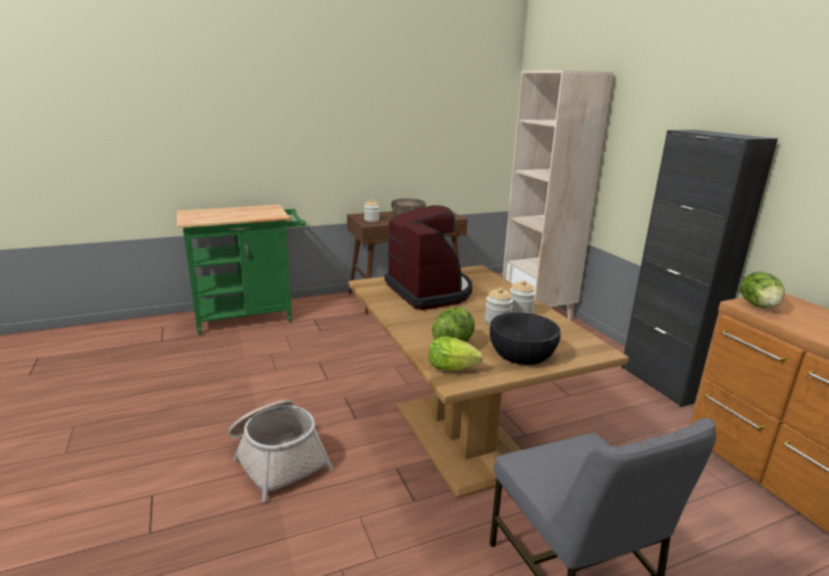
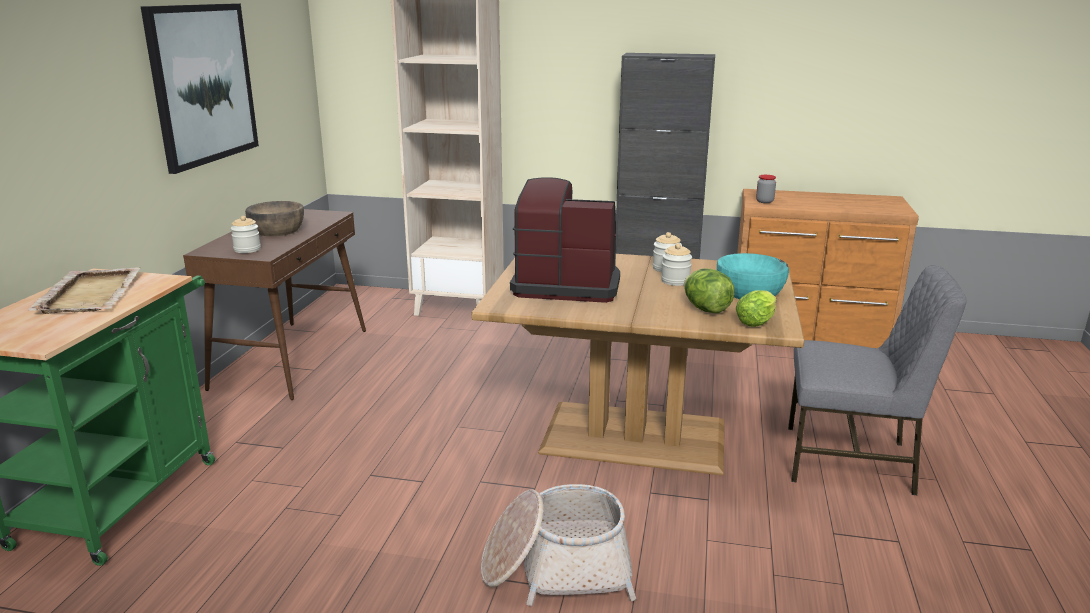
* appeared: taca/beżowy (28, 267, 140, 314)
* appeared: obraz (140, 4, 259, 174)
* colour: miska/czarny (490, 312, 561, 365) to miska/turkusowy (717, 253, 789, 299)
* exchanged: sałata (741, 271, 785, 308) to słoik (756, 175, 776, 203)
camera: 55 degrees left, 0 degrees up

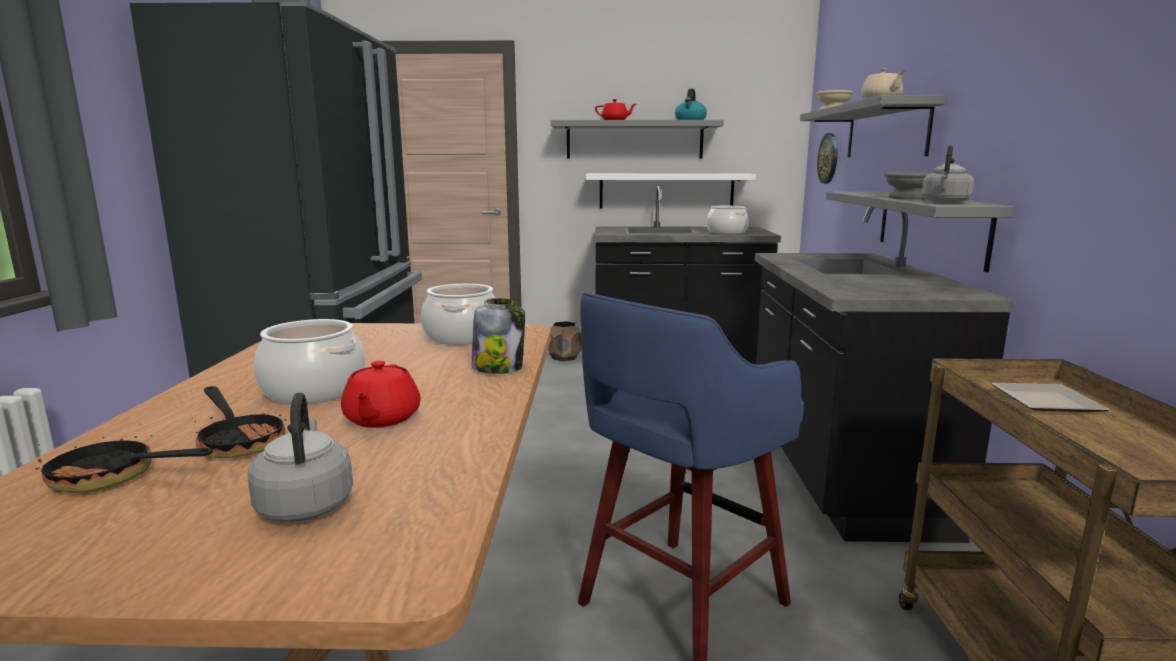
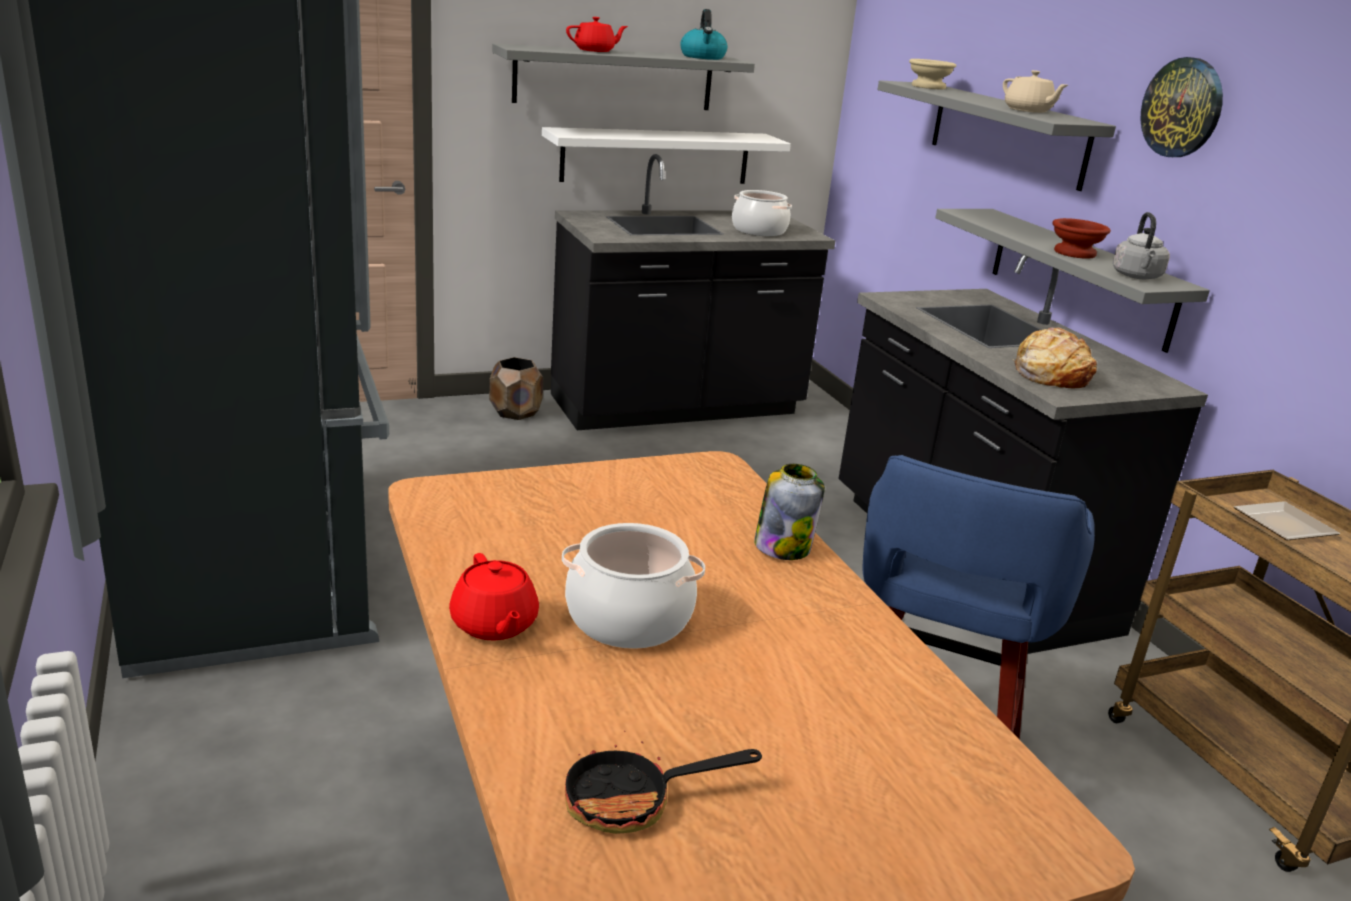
* relocated: imbryk/czerwony (341, 360, 421, 428) to (449, 553, 539, 641)
* appeared: chleb (1012, 328, 1097, 388)
* colour: miska/szary (884, 173, 932, 199) to miska/brązowy (1052, 218, 1111, 259)
* relocated: zegar ścienny (817, 133, 838, 184) to (1141, 57, 1223, 157)
* missing: patelnia (192, 386, 287, 458)
* missing: czajnik/szary (248, 392, 353, 522)
* missing: garnek (421, 284, 495, 345)
camera: 25 degrees left, 10 degrees up

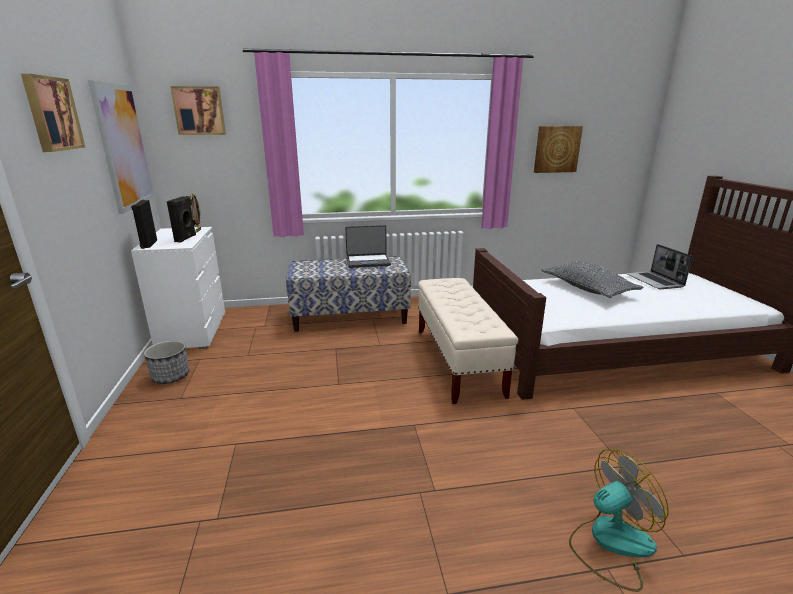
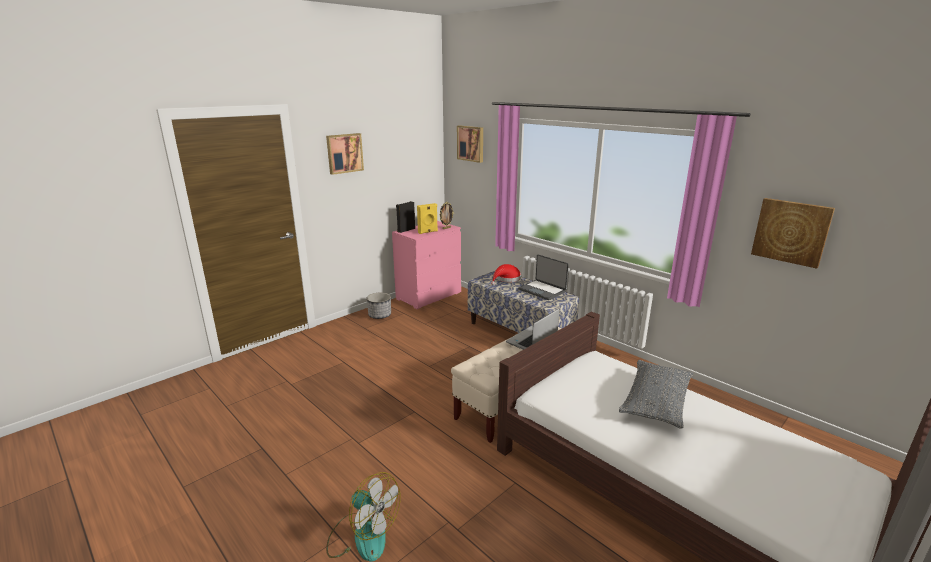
* colour: komoda/biały (131, 227, 225, 349) to komoda/różowy (392, 221, 461, 309)
* colour: głośnik/czarny (167, 196, 196, 243) to głośnik/żółty (417, 203, 438, 234)
* appeared: kapelusz/czerwony (491, 264, 521, 285)
* relocated: laptop (626, 244, 693, 289) to (506, 308, 559, 350)
* missing: obraz (88, 80, 155, 214)
camera: 55 degrees right, 0 degrees up

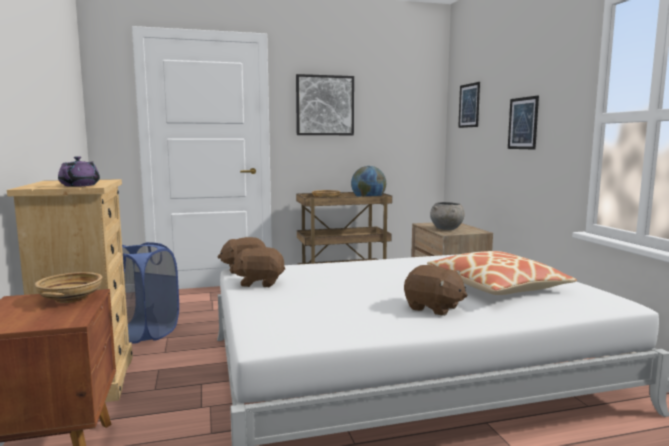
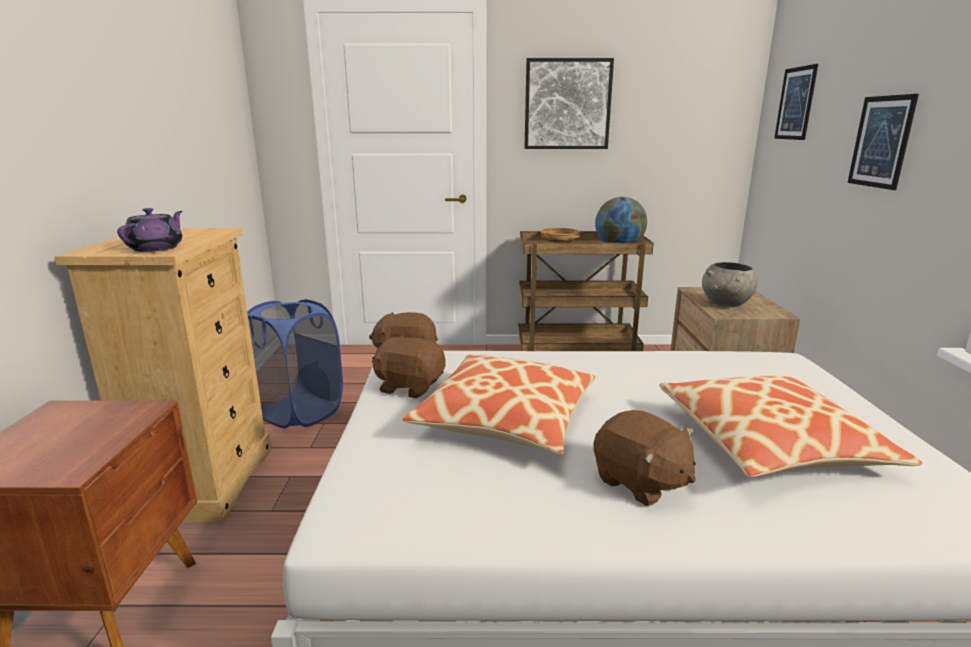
* appeared: poduszka (402, 355, 595, 455)
* missing: miska/beżowy (34, 272, 102, 303)
camera: 15 degrees right, 10 degrees up

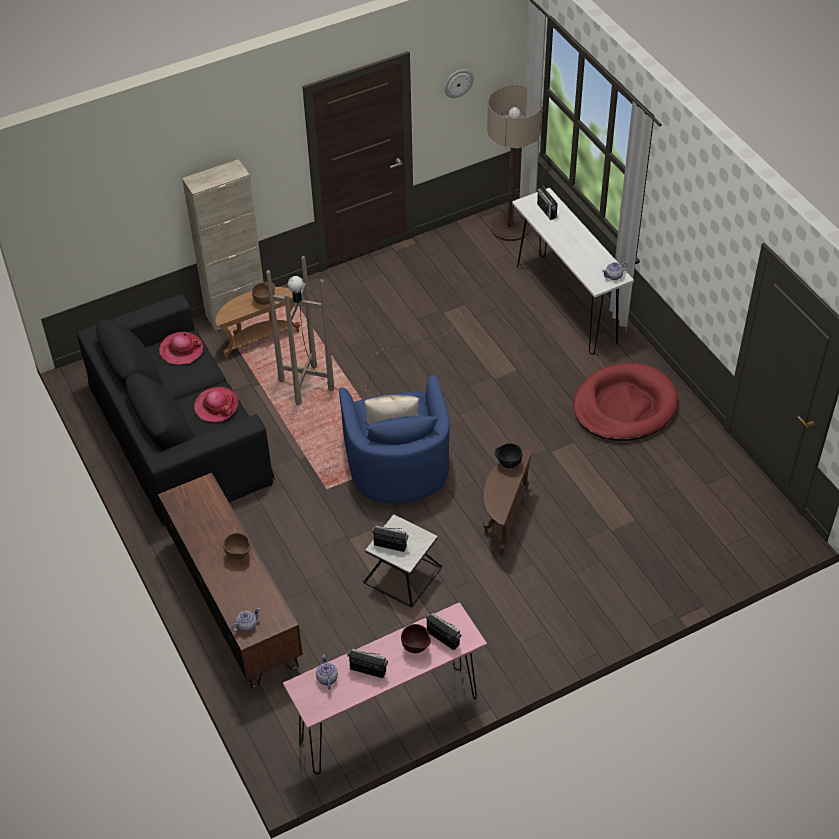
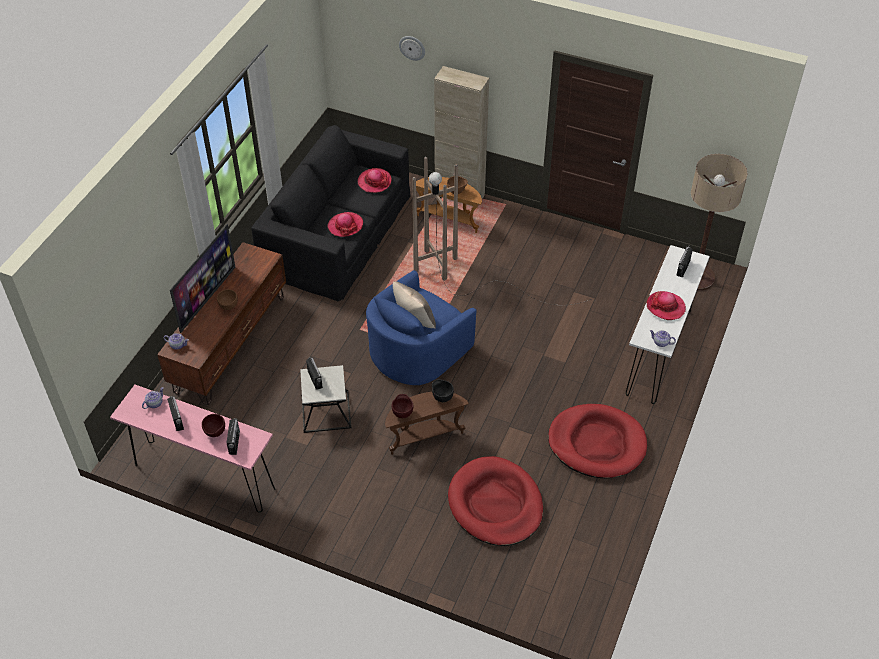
* appeared: telewizor (170, 224, 235, 333)
* appeared: miska/brązowy (392, 394, 413, 418)
* relocated: zegar ścienny (444, 69, 474, 98) to (399, 36, 425, 61)
* appeared: legowisko/czerwony (448, 456, 543, 546)
* appeared: kapelusz (647, 291, 686, 320)
camera: 50 degrees right, 0 degrees up

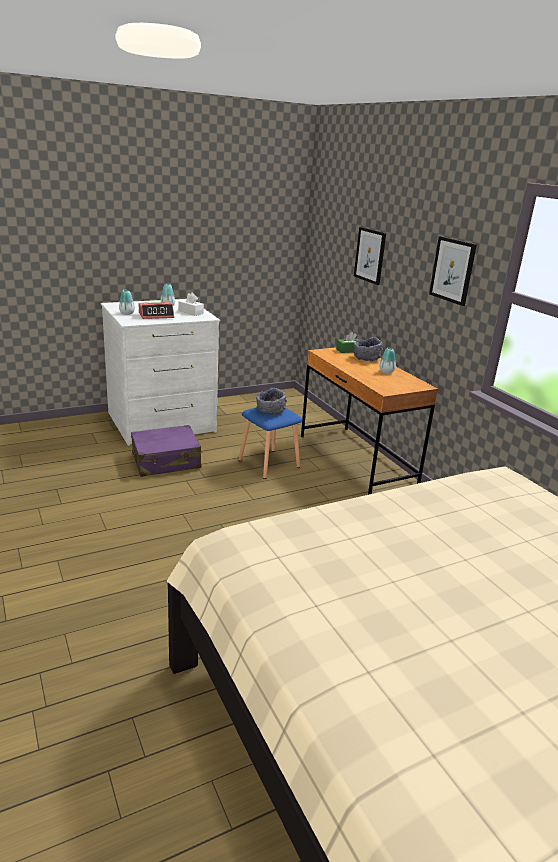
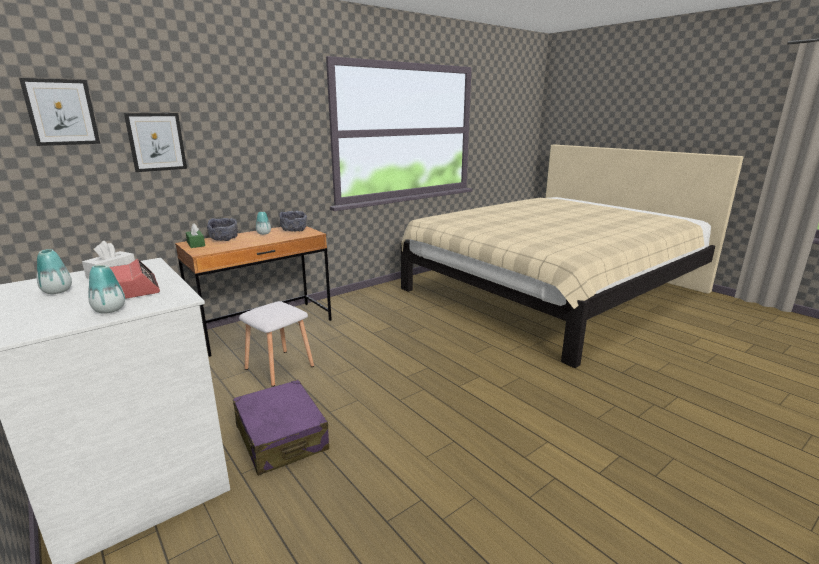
* relocated: obraz (429, 236, 477, 306) to (19, 78, 100, 146)
* colour: stołek/niebieski (238, 407, 303, 479) to stołek/biały (239, 301, 314, 387)
* relocated: miska/szary (256, 388, 287, 415) to (279, 211, 307, 232)
camera: 100 degrees left, 5 degrees down

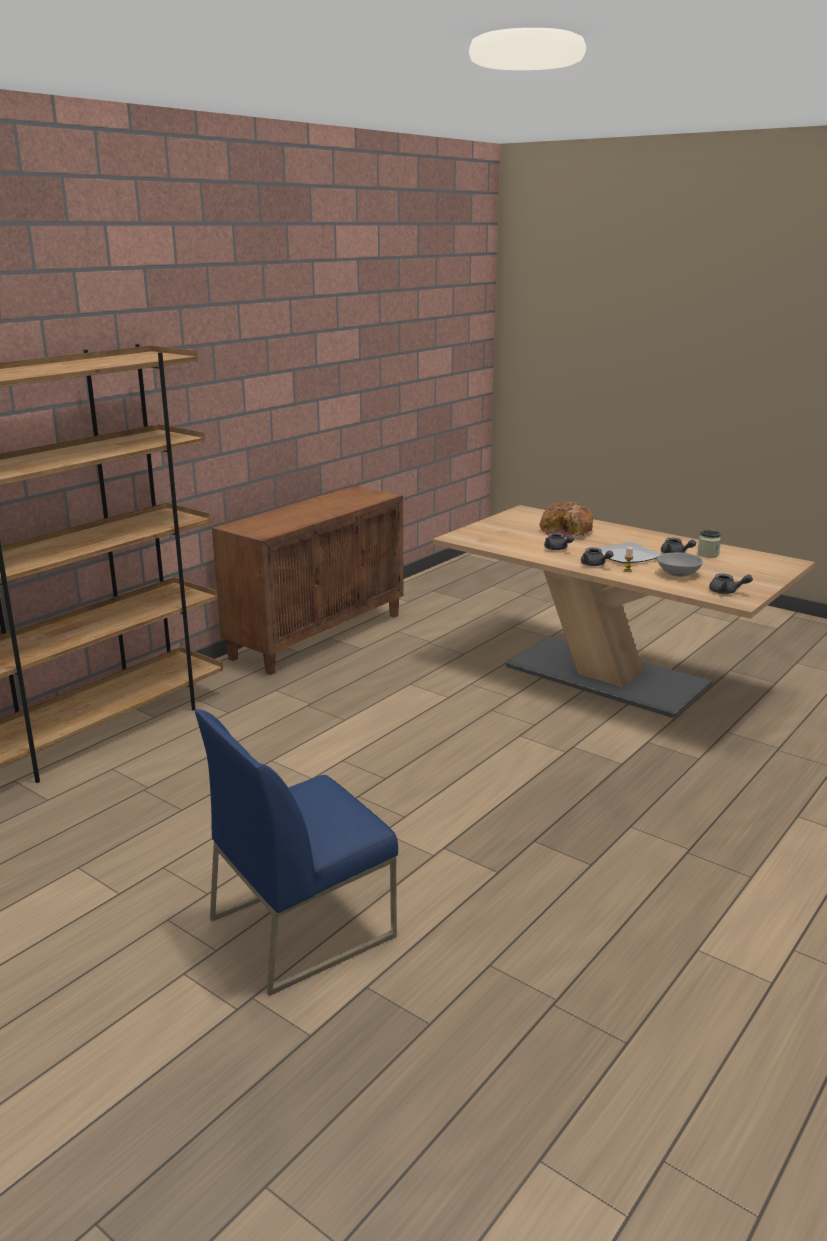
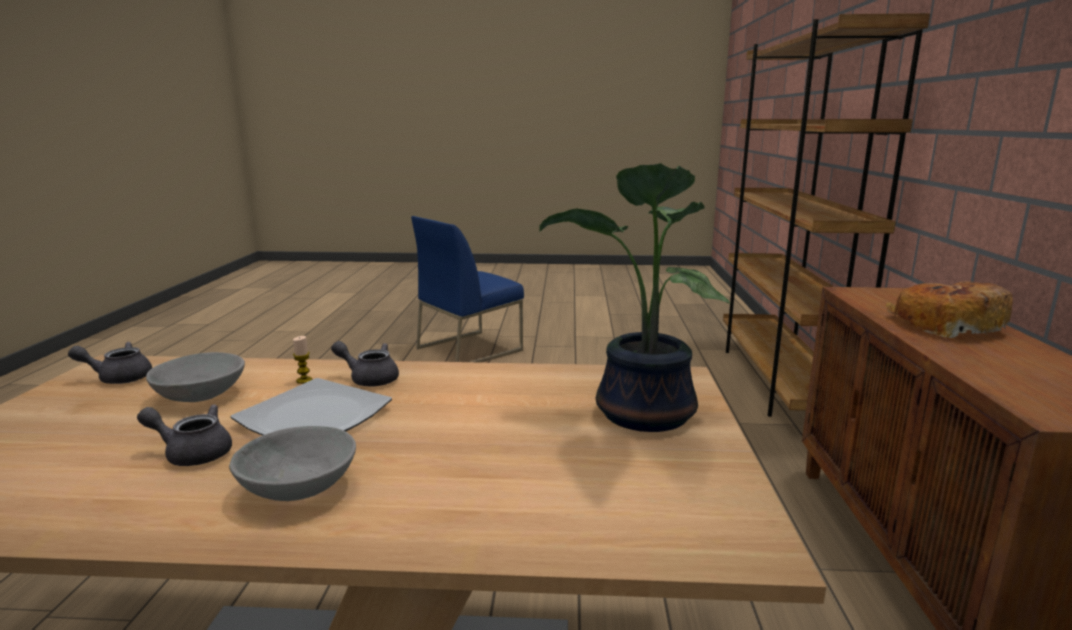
* appeared: miska/szary (229, 426, 356, 501)
* spun: krzesło/niebieski (195, 709, 398, 996) = (411, 216, 524, 363) 150 degrees counterclockwise
* appeared: roślina doniczkowa (539, 163, 730, 432)
* relocated: chleb (539, 502, 593, 538) to (886, 281, 1013, 338)
* missing: imbryk/szary (544, 533, 574, 550)
* missing: słoik (697, 530, 721, 557)
camera: 145 degrees right, 5 degrees down

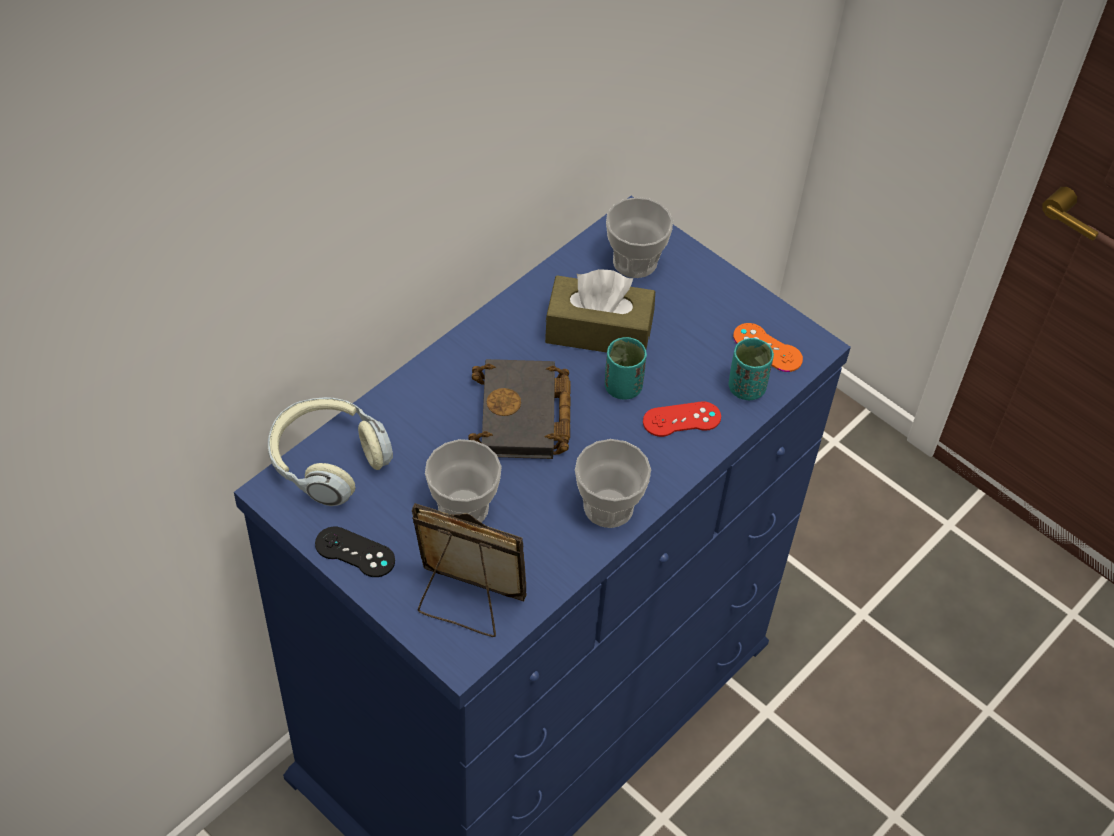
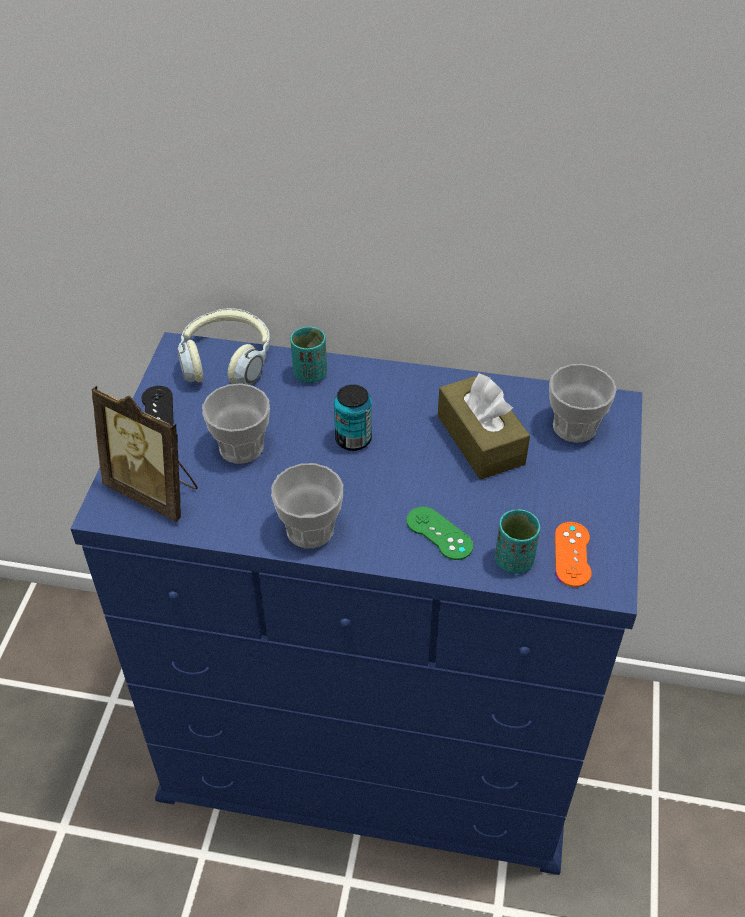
* spun: ramka na zdjęcie (412, 503, 527, 637) = (91, 386, 198, 522) 135 degrees clockwise
* relocated: filiżanka/turkusowy (605, 337, 647, 400) to (290, 327, 327, 383)
* exchanged: książka/czarny (468, 359, 571, 459) to puszka (334, 384, 372, 451)
* colour: pad do gier/czerwony (643, 402, 721, 437) to pad do gier/zielony (406, 507, 473, 560)
camera: 60 degrees right, 5 degrees down

